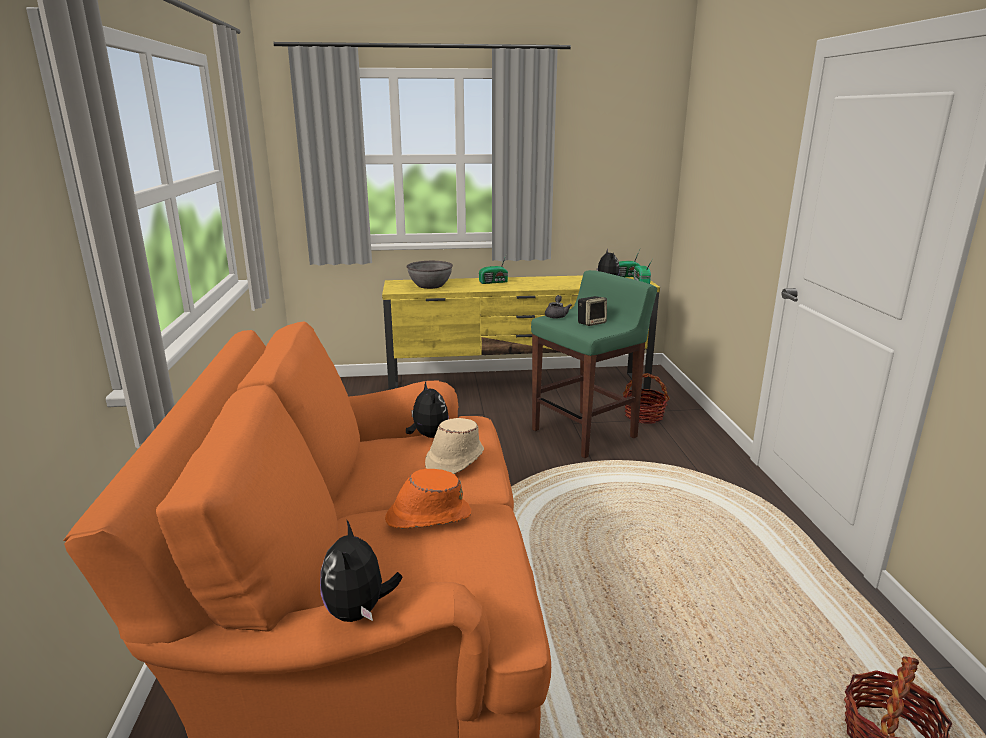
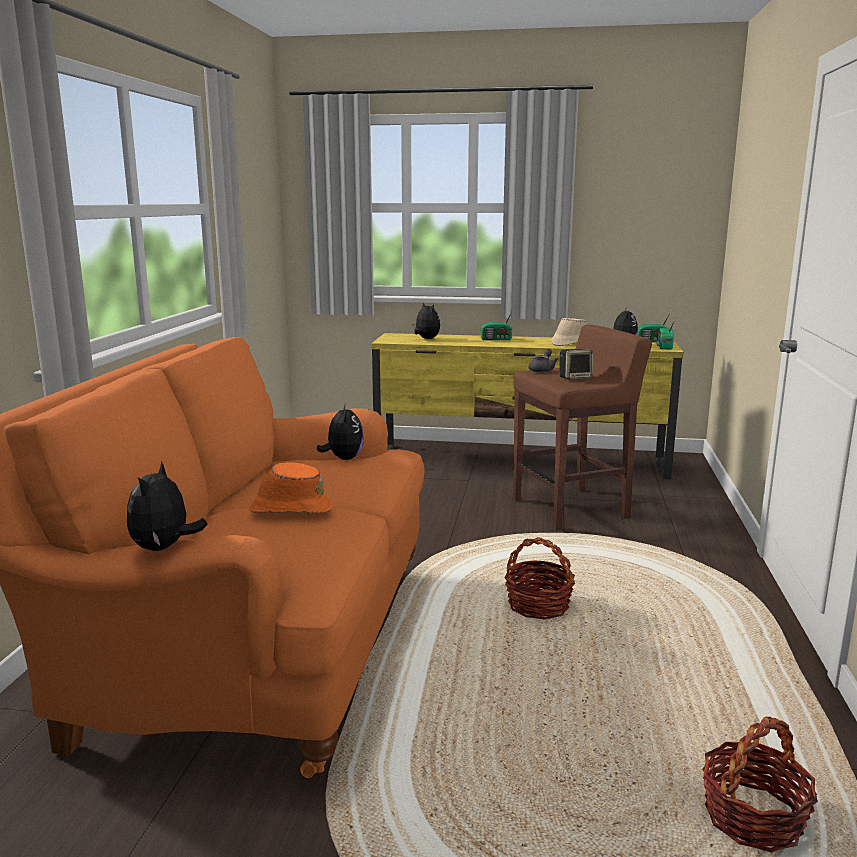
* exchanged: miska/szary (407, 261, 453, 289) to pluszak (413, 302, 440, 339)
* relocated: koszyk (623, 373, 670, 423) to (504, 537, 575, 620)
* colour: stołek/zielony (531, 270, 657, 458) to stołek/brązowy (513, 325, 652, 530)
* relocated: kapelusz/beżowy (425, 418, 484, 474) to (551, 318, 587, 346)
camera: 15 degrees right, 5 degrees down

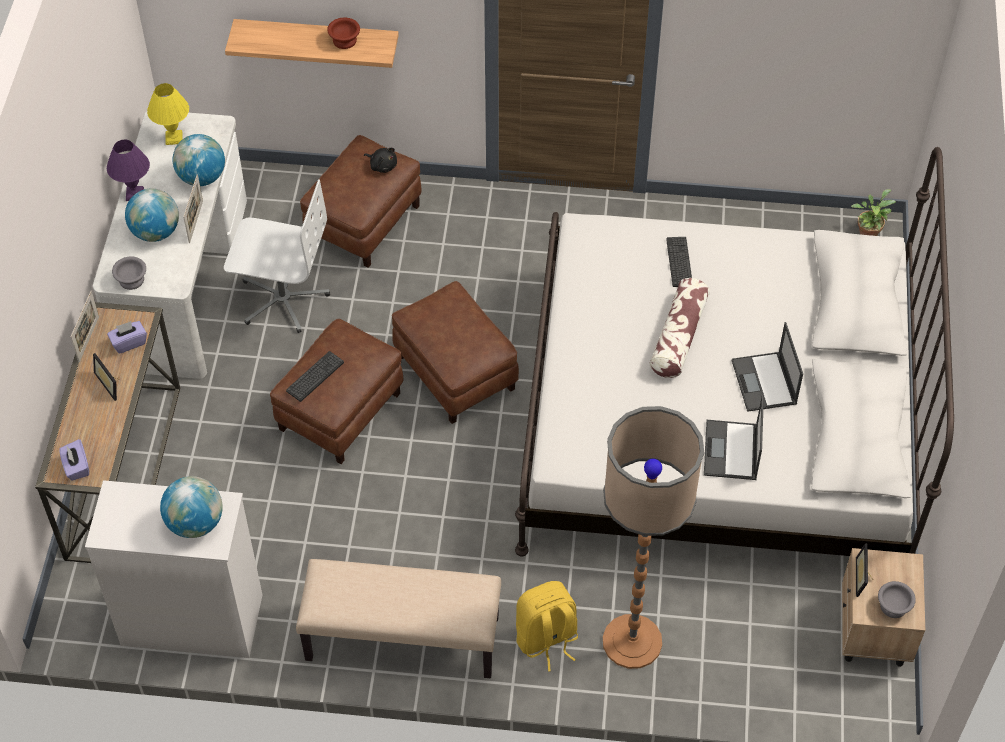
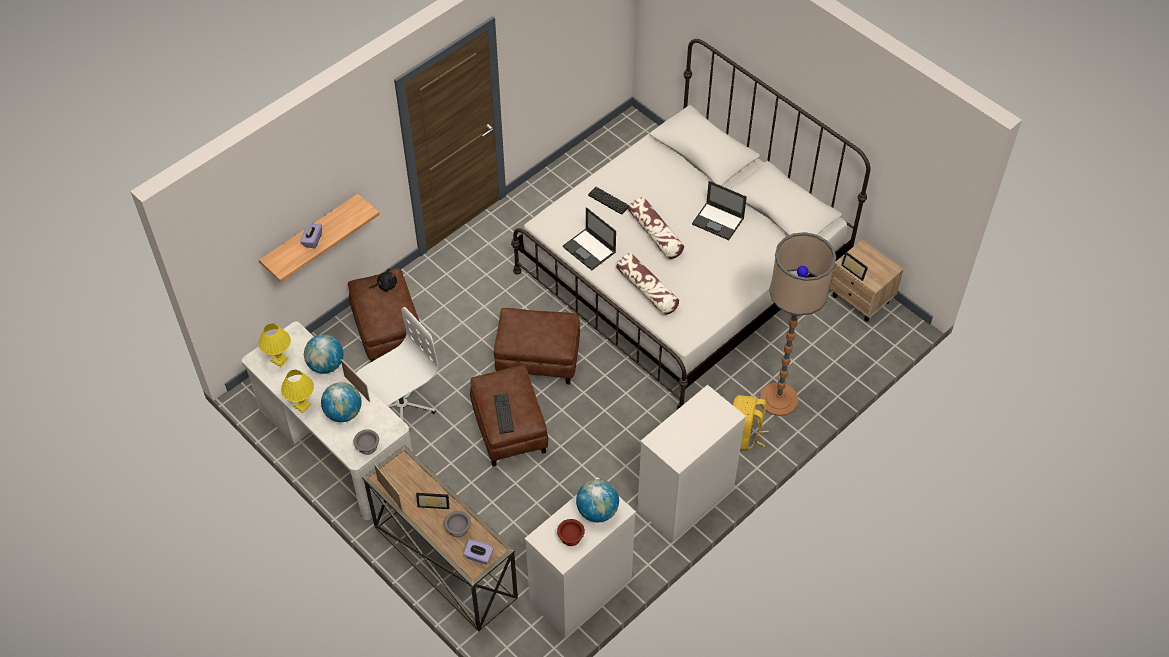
* colour: lampa stołowa/fioletowy (107, 140, 150, 201) to lampa stołowa/żółty (281, 370, 314, 413)
* relocated: pudełko chusteczek/fioletowy (107, 321, 147, 354) to (300, 224, 322, 249)
* relocated: miska/szary (878, 581, 916, 618) to (444, 511, 471, 537)
* relocated: miska/brązowy (327, 18, 360, 49) to (557, 519, 585, 546)
* relocated: laptop (704, 395, 764, 480) to (563, 207, 616, 271)
* appeared: poduszka (616, 253, 679, 315)
* exchanged: ławka/beżowy (296, 559, 501, 678) to komoda/biały (637, 385, 746, 541)
* missing: roślina doniczkowa (851, 189, 896, 236)
camera: 50 degrees left, 0 degrees up

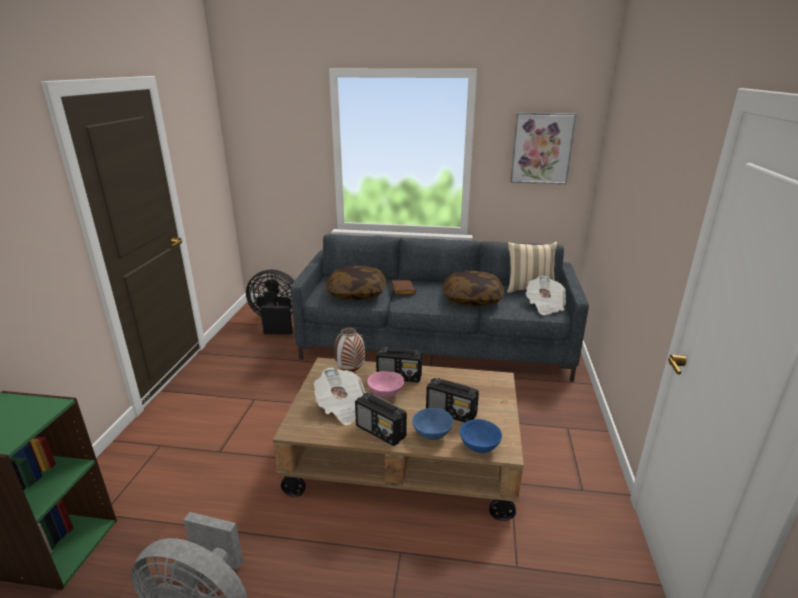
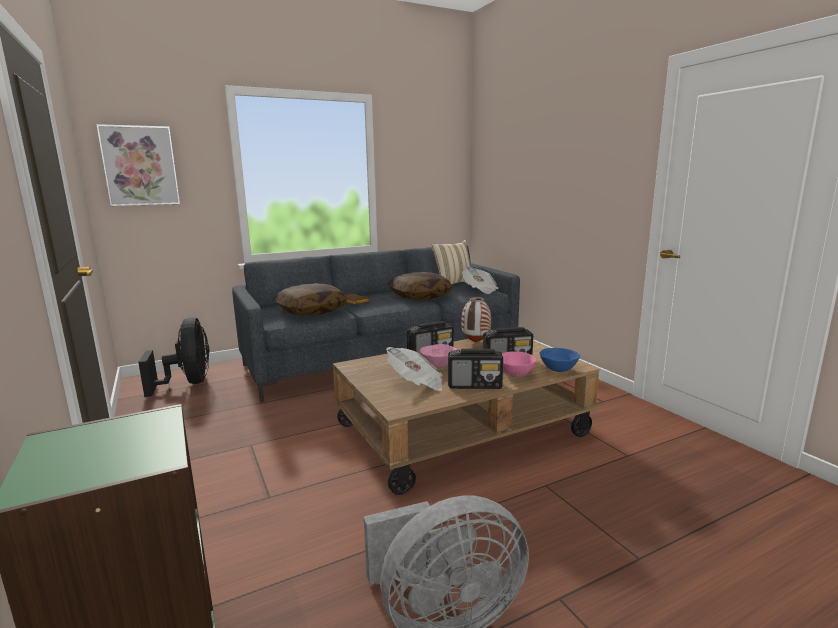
* relocated: obraz (510, 113, 576, 184) to (96, 124, 180, 206)
* spun: wentylator/czarny (246, 270, 294, 335) = (138, 317, 209, 397) 105 degrees clockwise
* relocated: wazon (334, 327, 365, 372) to (461, 297, 491, 342)
* colour: miska/niebieski (412, 408, 453, 440) to miska/różowy (502, 351, 536, 377)
camera: 35 degrees left, 10 degrees down

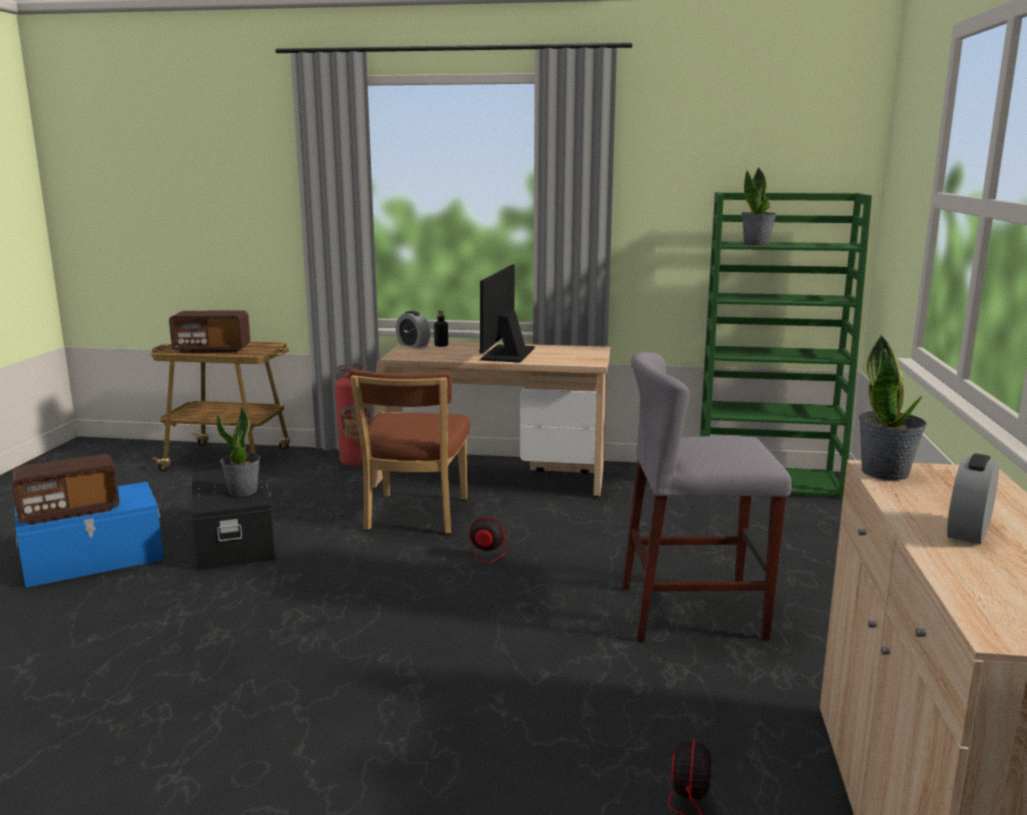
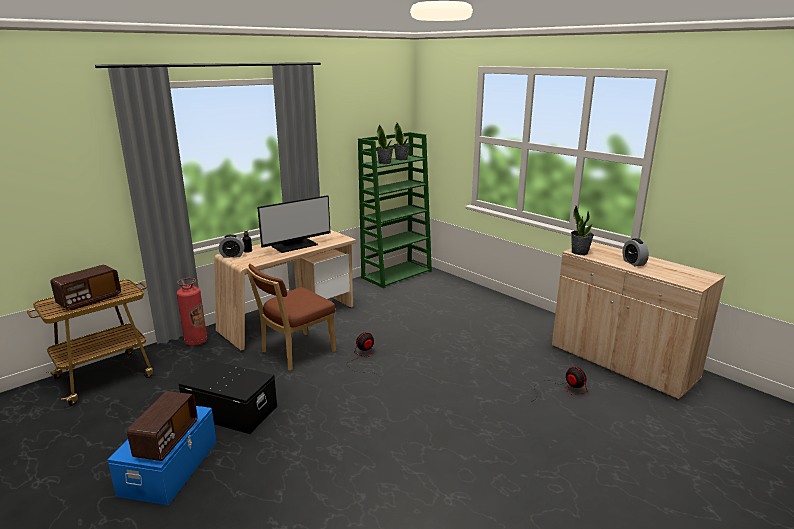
* spun: krzesło/brązowy (350, 369, 470, 534) = (246, 264, 336, 371) 90 degrees clockwise
* spun: monitor (480, 265, 535, 363) = (257, 195, 331, 253) 90 degrees counterclockwise
* relocated: roślina doniczkowa (217, 406, 260, 497) to (394, 123, 410, 160)
* missing: stołek/szary (622, 352, 792, 642)
camera: 50 degrees left, 5 degrees up

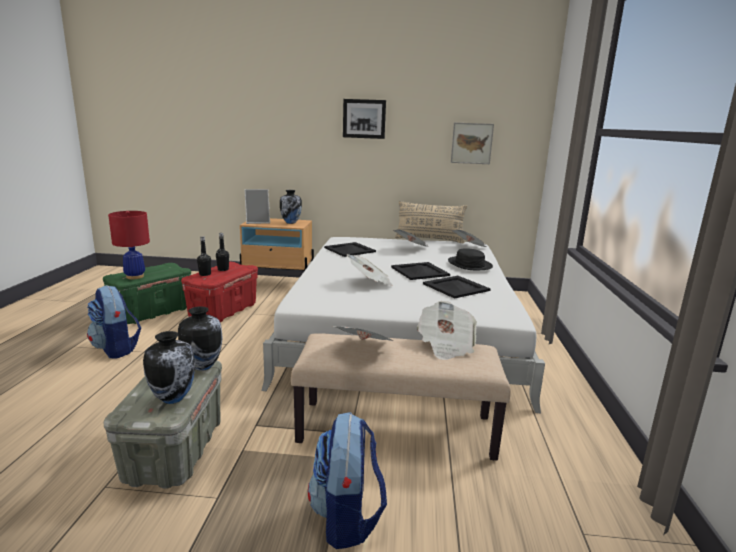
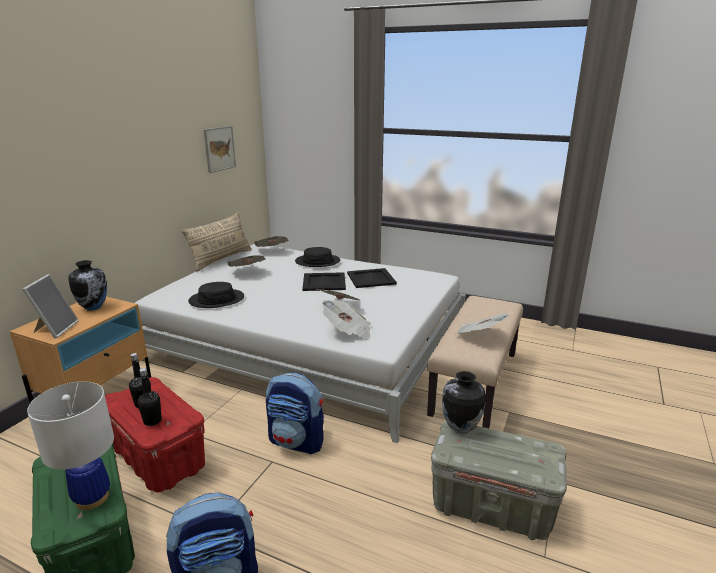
* colour: lampa stołowa/czerwony (108, 211, 150, 279) to lampa stołowa/biały (27, 381, 114, 510)
* exchanged: taca/czarny (324, 242, 376, 257) to kapelusz/czarny (188, 282, 244, 308)
* relocated: plecak (308, 412, 387, 549) to (266, 373, 324, 454)
* relocated: gazeta (417, 301, 477, 360) to (322, 300, 371, 339)
* missing: wazon (143, 331, 195, 404)
* missing: obraz (343, 99, 386, 139)
camera: 70 degrees left, 5 degrees up

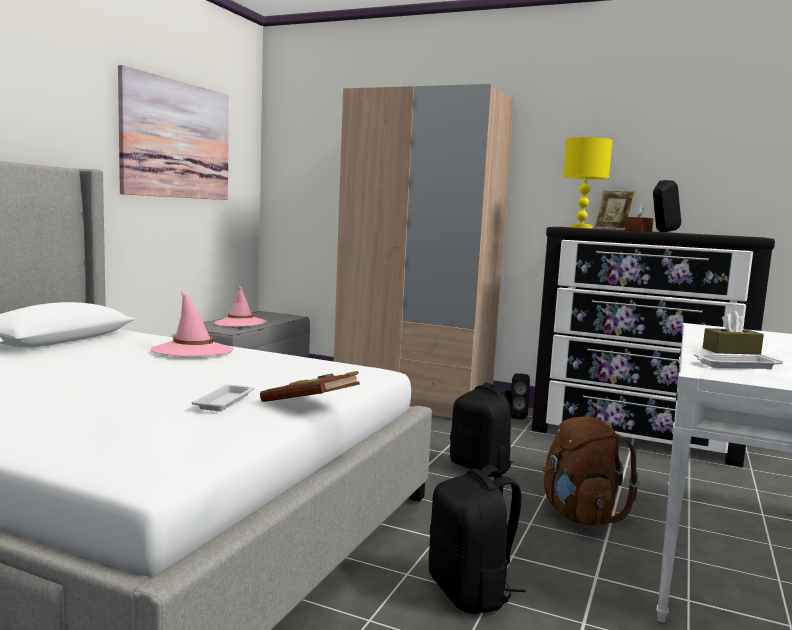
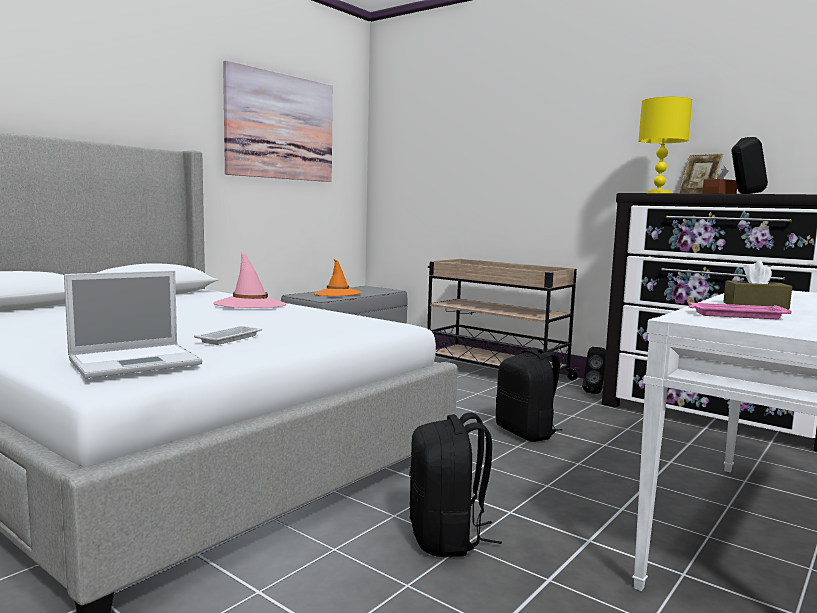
* appeared: laptop (64, 270, 202, 378)
* colour: kapelusz/różowy (214, 286, 267, 327) to kapelusz/pomarańczowy (314, 259, 362, 296)
* exchanged: szafa/beżowy (334, 84, 514, 418) to wózek/beżowy (427, 259, 579, 380)
* colour: taca/biały (694, 354, 783, 369) to taca/różowy (689, 303, 792, 319)
* missing: książka/brązowy (260, 371, 360, 402)
* missing: plecak/brązowy (542, 417, 640, 525)
camera: 15 degrees right, 0 degrees up

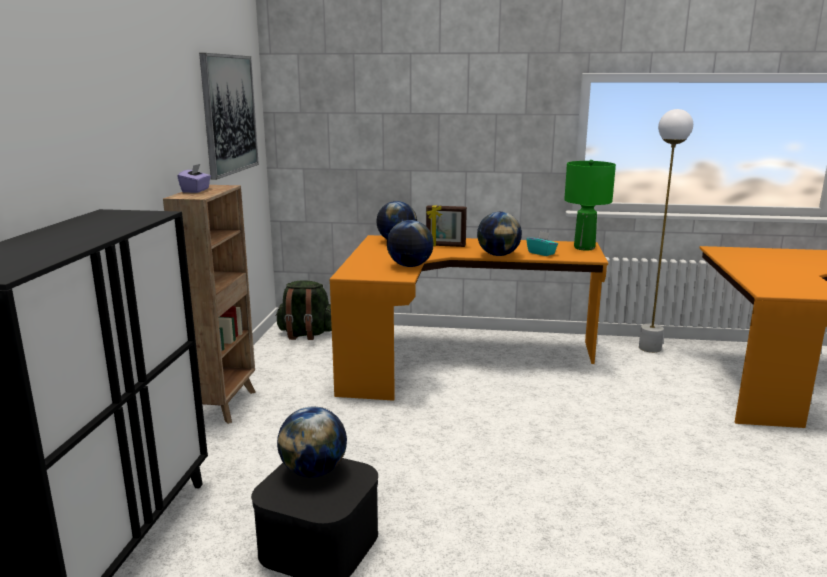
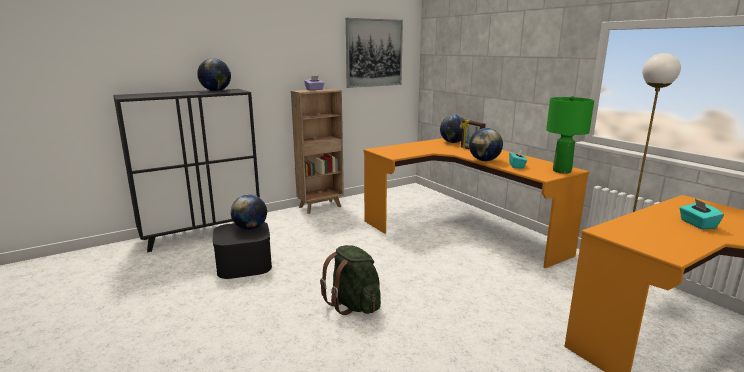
* relocated: globus (387, 220, 434, 267) to (197, 58, 231, 91)
* relocated: plecak/zielony (275, 280, 332, 340) to (320, 245, 381, 315)
* appeared: pudełko chusteczek/turkusowy (679, 199, 724, 229)
camera: 50 degrees right, 0 degrees up

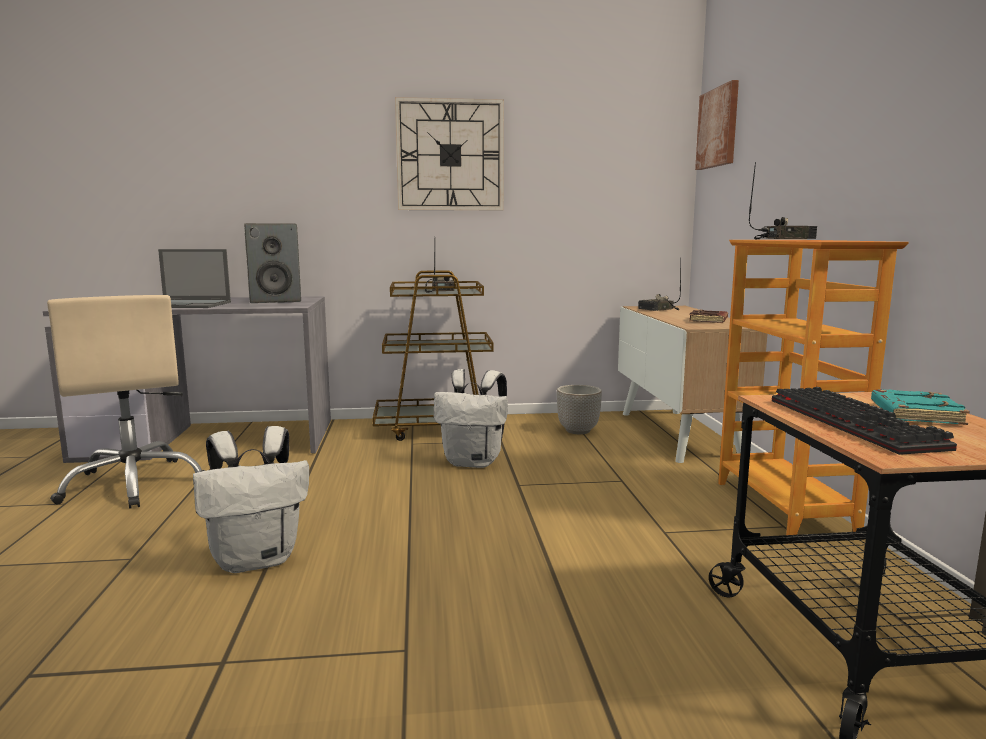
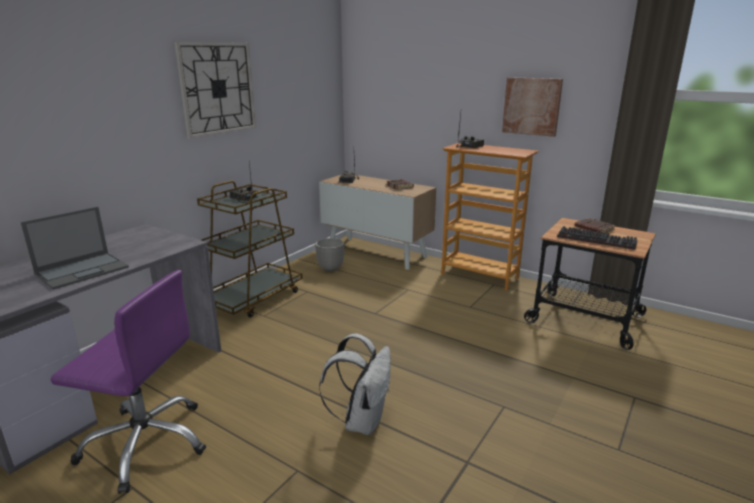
* colour: krzesło biurowe/beżowy (47, 295, 206, 509) to krzesło biurowe/fioletowy (51, 270, 206, 494)
* relocated: obraz (695, 80, 739, 170) to (502, 77, 563, 137)
* colour: książka/turkusowy (871, 389, 970, 425) to książka/brązowy (574, 218, 615, 234)
* missing: głośnik (244, 223, 301, 303)
* missing: plecak/biały (434, 369, 508, 468)
camera: 50 degrees left, 10 degrees up

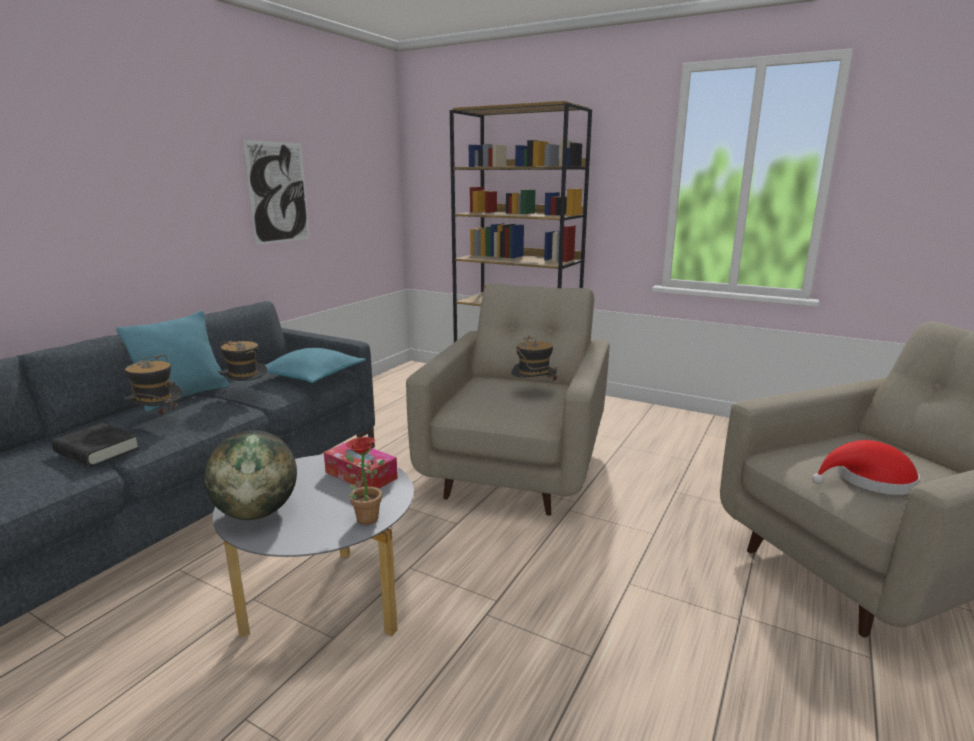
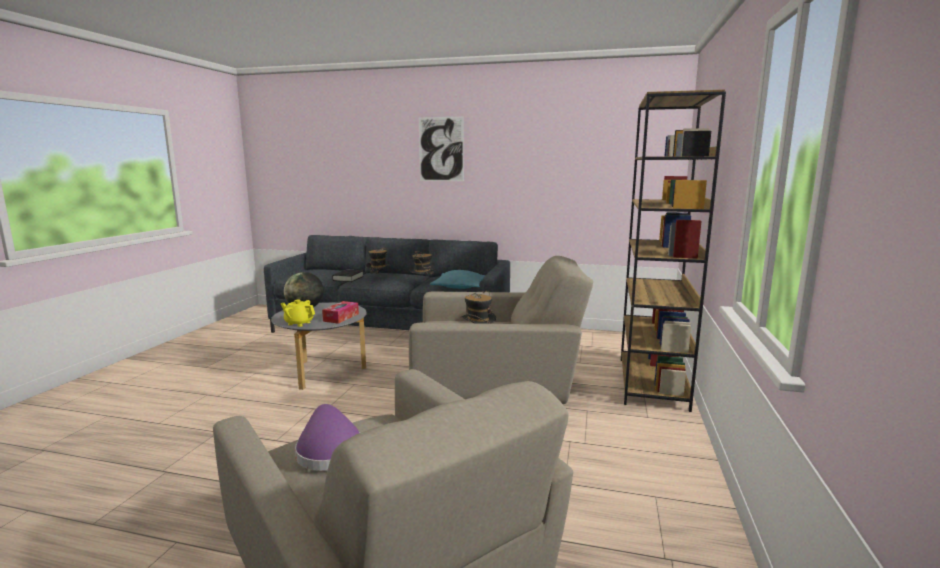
* exchanged: roślina doniczkowa (345, 437, 385, 525) to imbryk/żółty (281, 300, 315, 327)
* colour: kapelusz/czerwony (812, 440, 920, 495) to kapelusz/fioletowy (295, 404, 360, 471)
* relocated: obraz (243, 140, 310, 245) to (419, 116, 464, 181)
* missing: poduszka/turkusowy (116, 311, 229, 412)
camera: 75 degrees right, 5 degrees down

